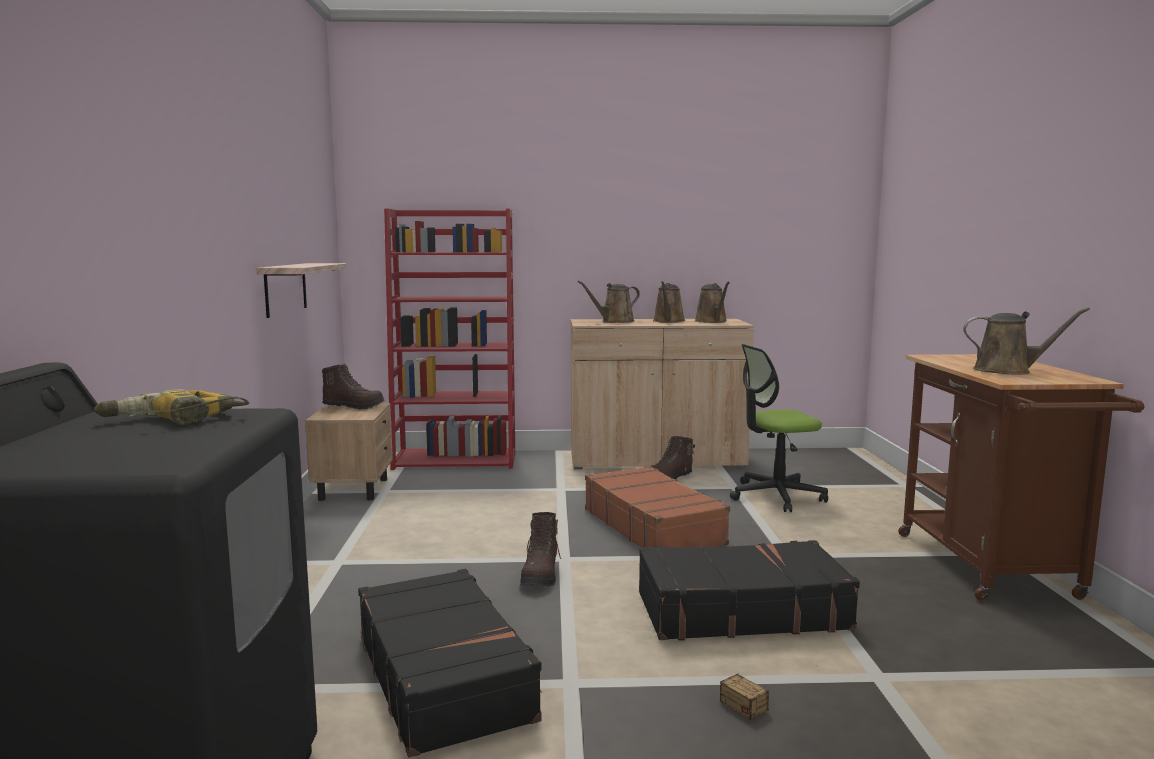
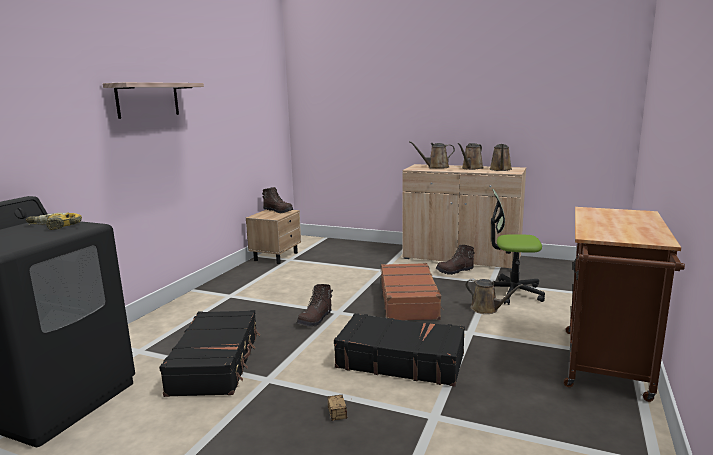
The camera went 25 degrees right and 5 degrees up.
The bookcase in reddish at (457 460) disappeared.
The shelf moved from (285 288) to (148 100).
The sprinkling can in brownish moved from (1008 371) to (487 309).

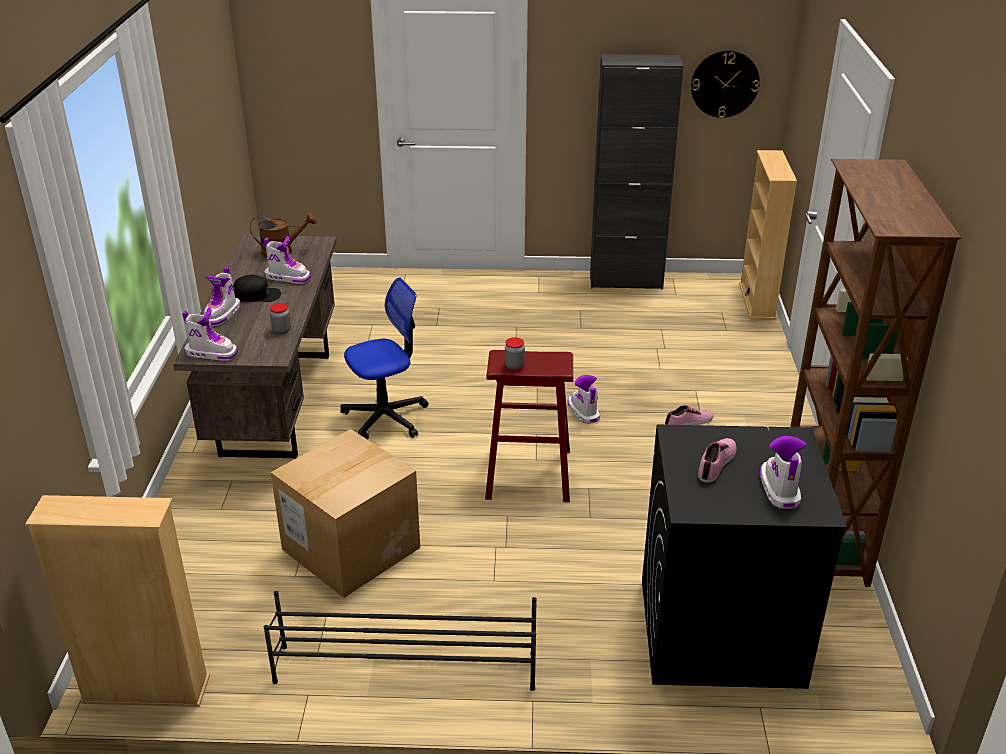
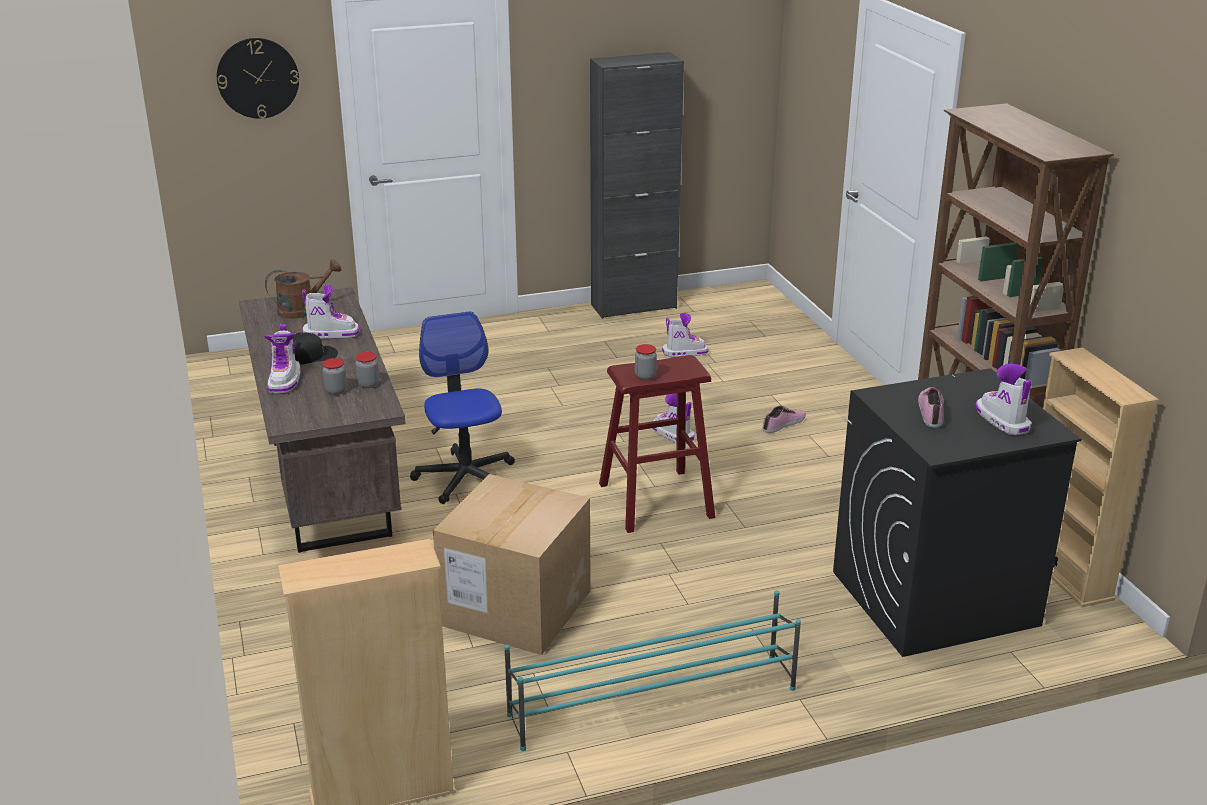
The camera went 20 degrees left and 5 degrees down.
The jar at (336 391) appeared.
The tall boot moved from (211 353) to (684 352).
The hanging clock moved from (724 84) to (258 78).
The bookcase in sand-coloured moved from (756 301) to (1064 572).
The shoe stand in black at (404 667) became the shoe stand in turquoise-coloured at (651 701).
The desk chair at (386 417) turned 60 degrees counterclockwise.

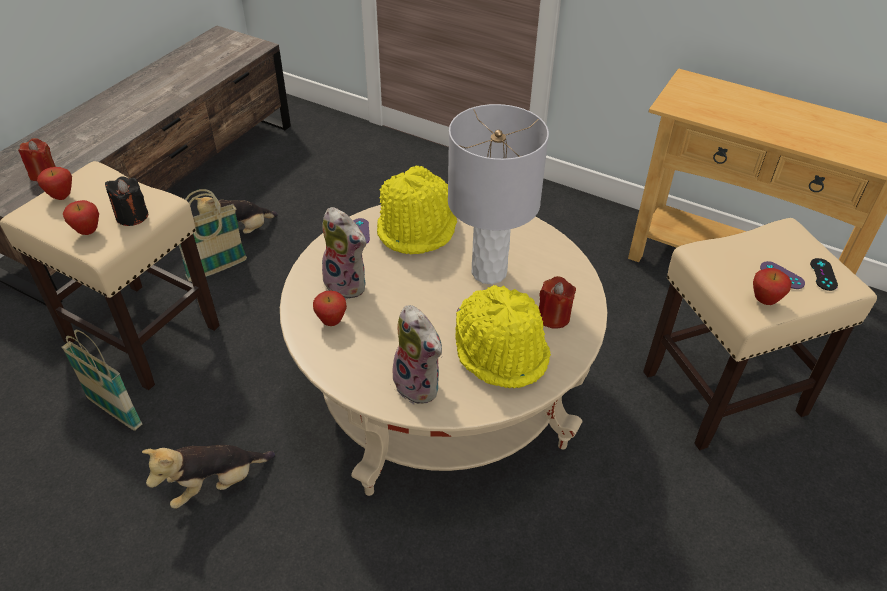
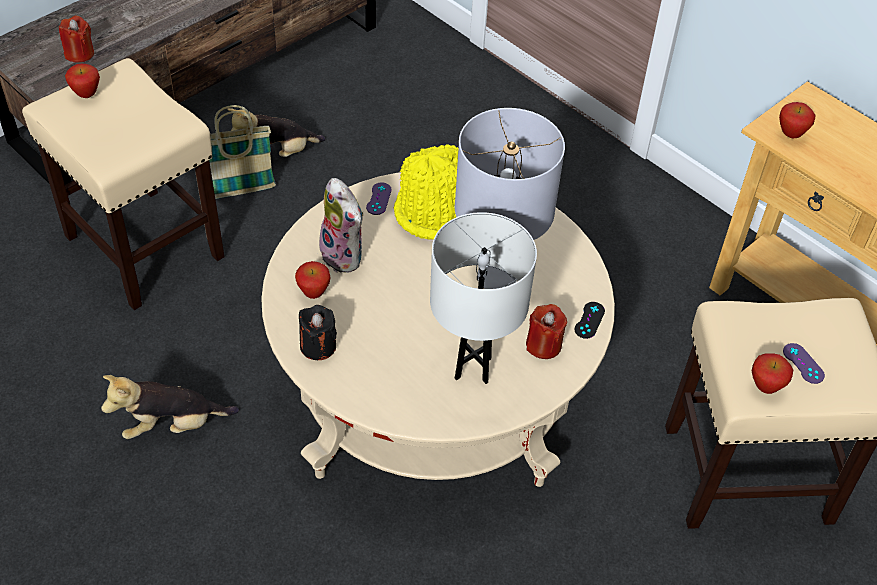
The camera went 15 degrees right and 5 degrees up.
The household basket at (115 412) disappeared.
The plush toy at (420 385) disappeared.
The apple fruit moved from (88 232) to (790 135).
The wax candle in black moved from (132 216) to (318 346).
The game controller in black moved from (823 274) to (589 320).
The wearable hat in yellow at (501 351) was replaced by the table lamp in whitish at (473 368).

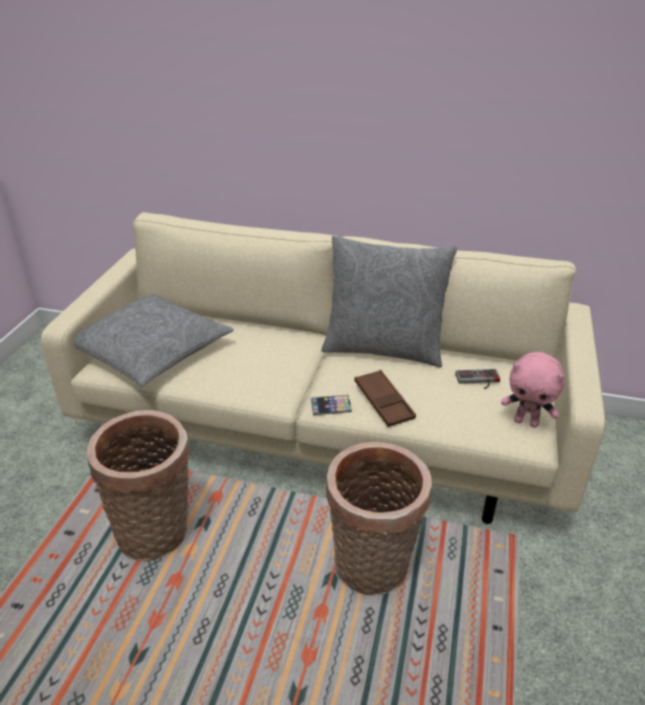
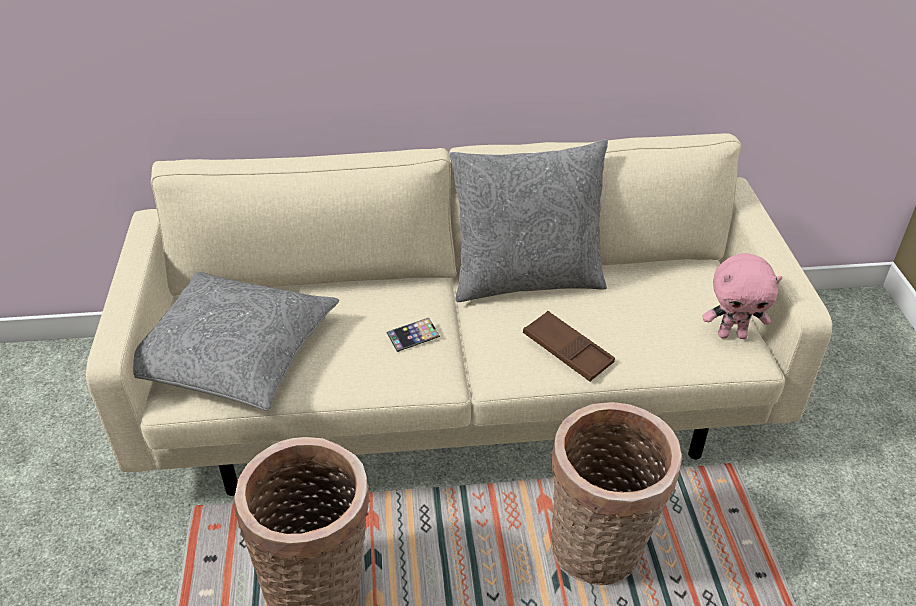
The camera went 20 degrees left and 5 degrees up.
The game controller at (478 381) disappeared.
The telephone moved from (331 407) to (413 337).

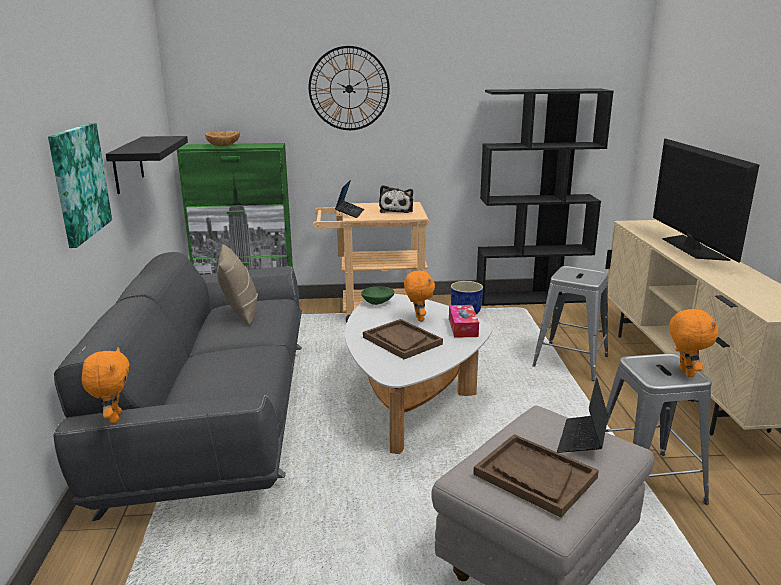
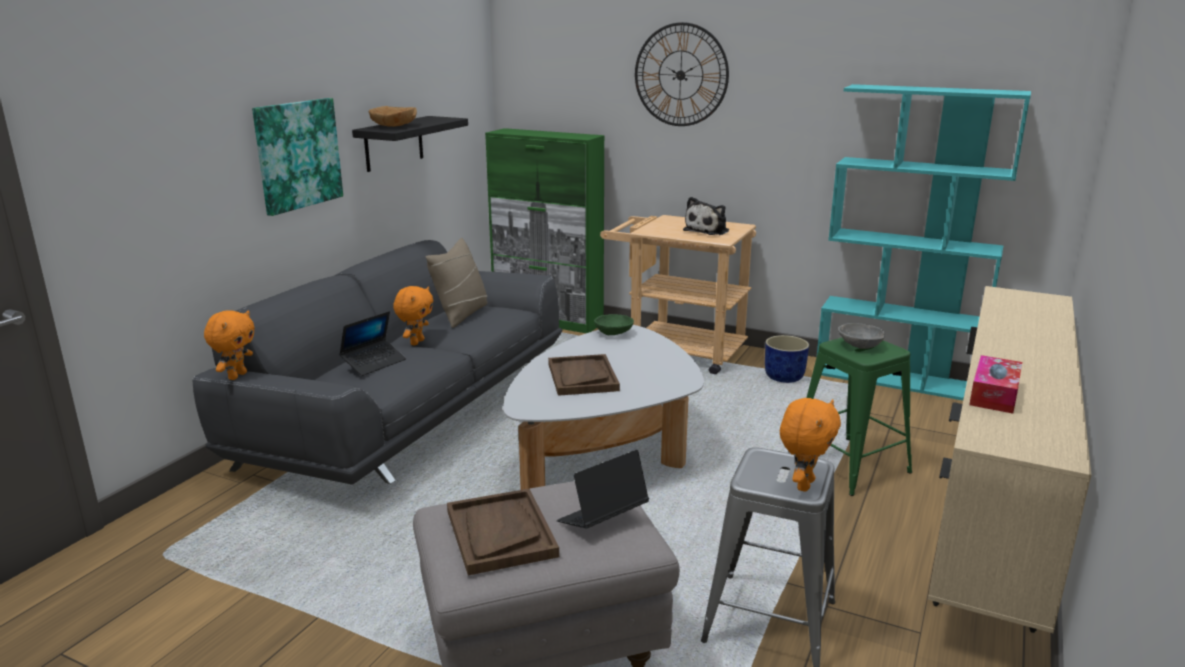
The camera went 30 degrees right and 0 degrees up.
The TV at (692 248) disappeared.
The bowl in gray at (859 346) appeared.
The bowl in brownish moved from (223 145) to (394 126).
The portable computer moved from (349 213) to (374 363).
The plush toy in orange moved from (418 319) to (416 342).
The box of tissues moved from (463 327) to (994 394).
The bookcase in black at (532 298) became the bookcase in turquoise-coloured at (896 379).
The stool seat in gray at (570 361) became the stool seat in green at (849 465).

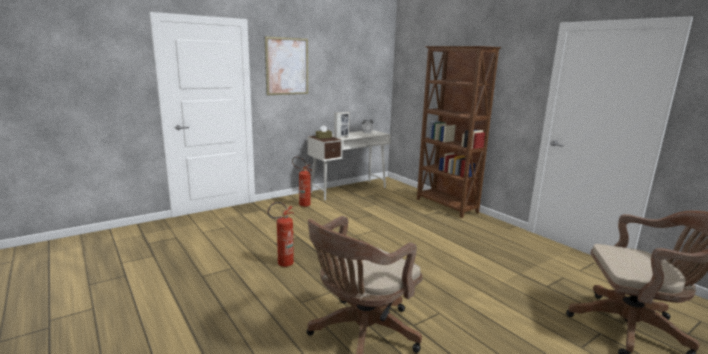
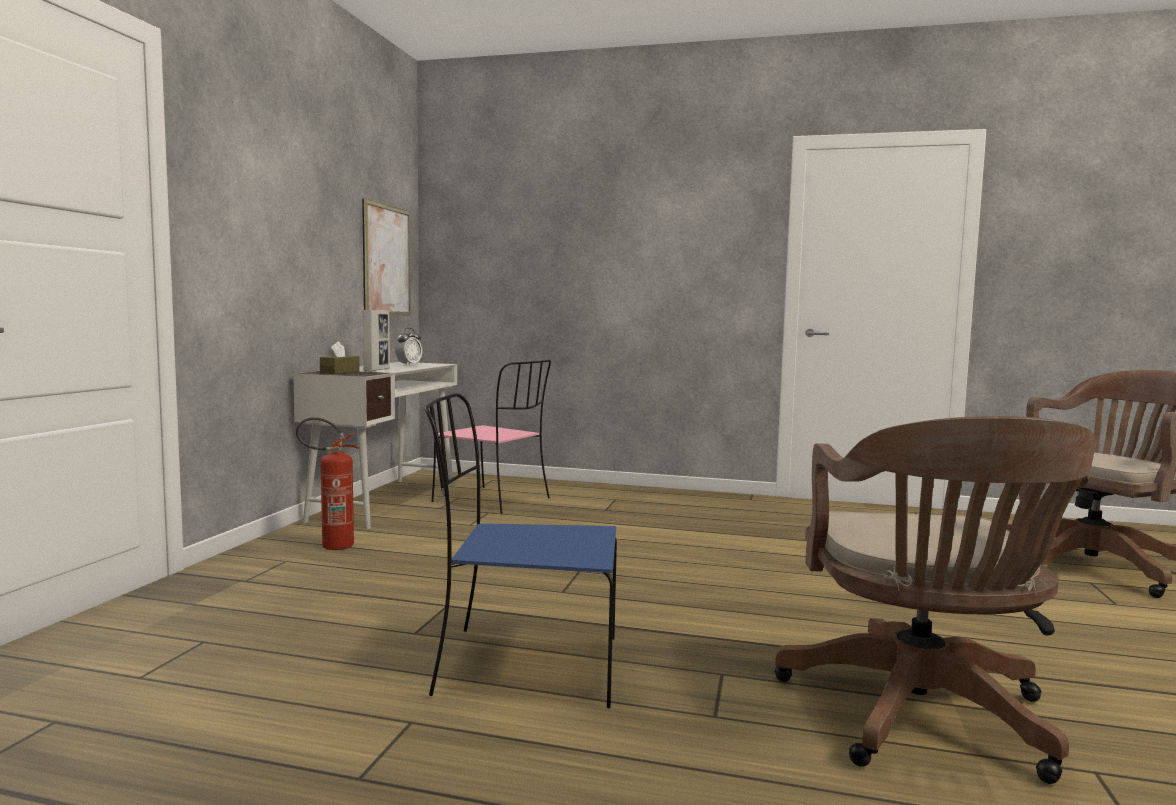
The camera went 40 degrees left and 10 degrees down.
The bookcase in brownish at (446 206) disappeared.
The plain chair in pinkish at (494 501) appeared.
The picture moved from (287 66) to (387 260).
The extinguisher at (282 264) was replaced by the plain chair in bluish at (523 666).

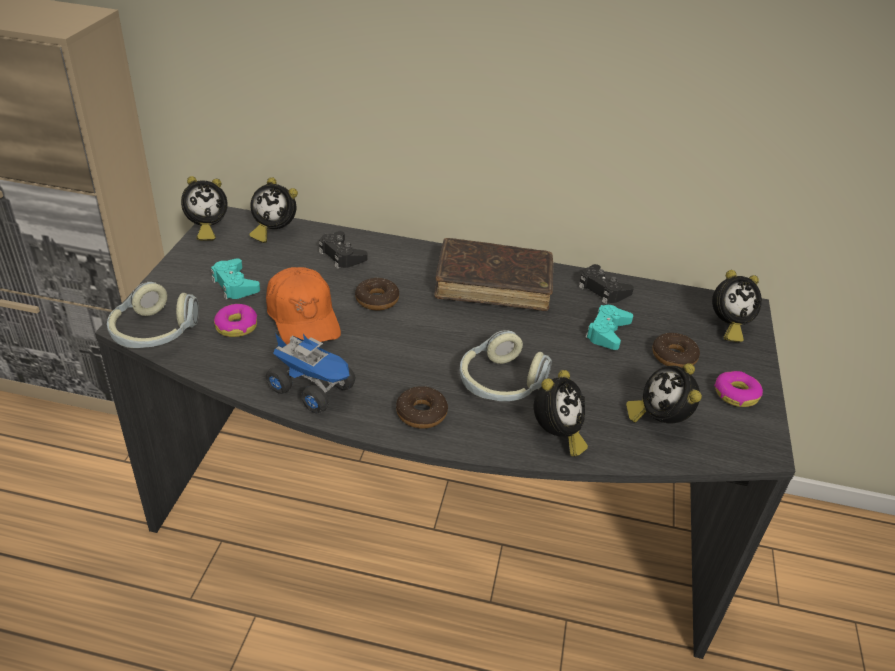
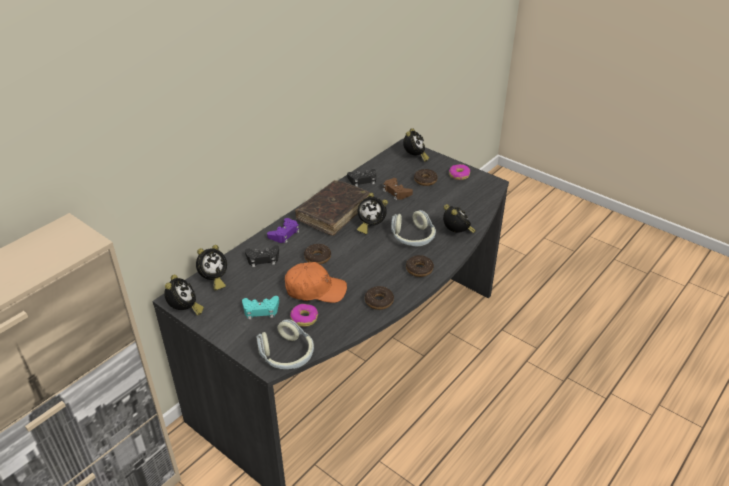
The camera went 60 degrees left and 0 degrees up.
The game controller in purple-coloured at (284 234) appeared.
The alarm clock moved from (659 420) to (370 226).
The model truck at (313 389) was replaced by the ring doughnut at (379 301).
The game controller in turquoise-coloured at (607 332) became the game controller in brownish at (396 192).

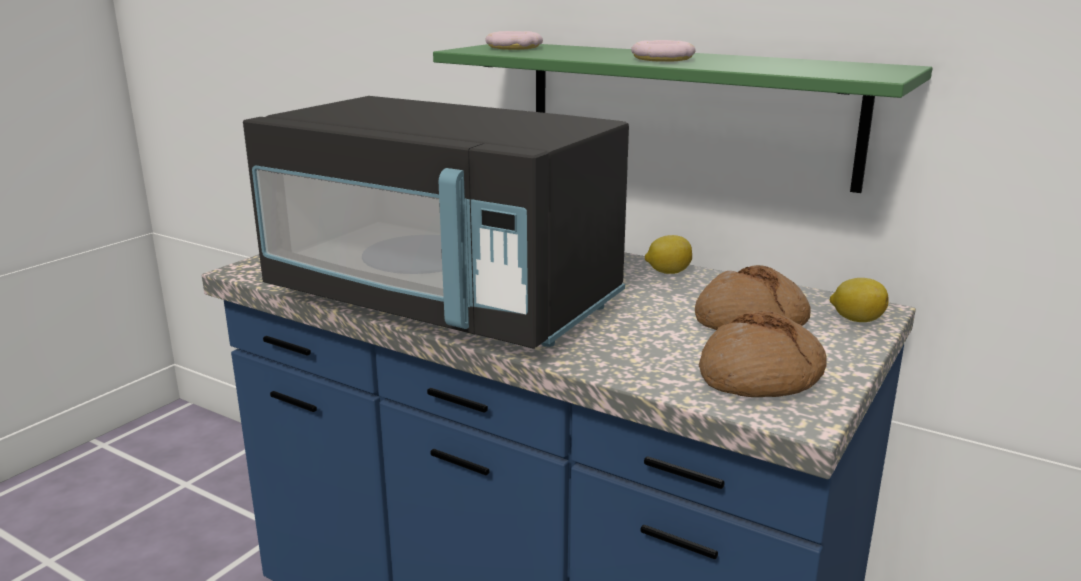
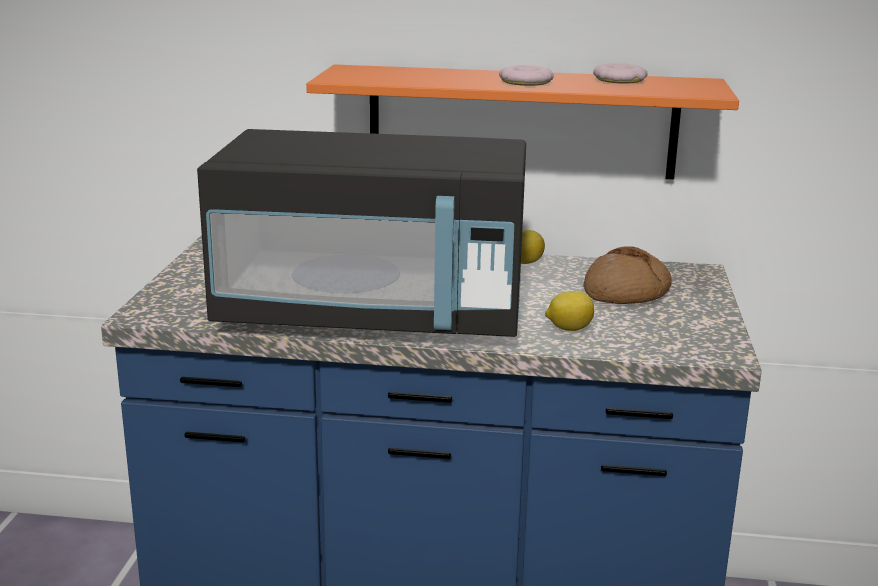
The camera went 25 degrees left and 0 degrees up.
The bread at (760 377) disappeared.
The ring doughnut moved from (514 47) to (619 80).
The lemon moved from (856 319) to (568 329).
The shelf in green at (687 112) became the shelf in orange at (522 122).

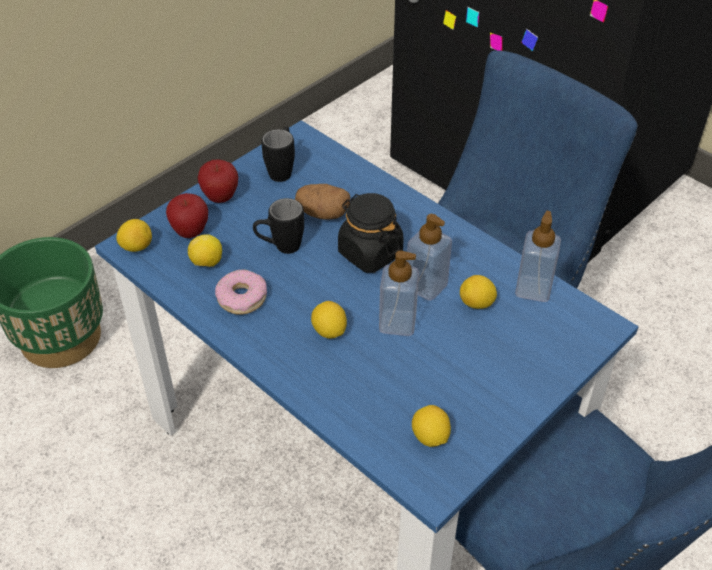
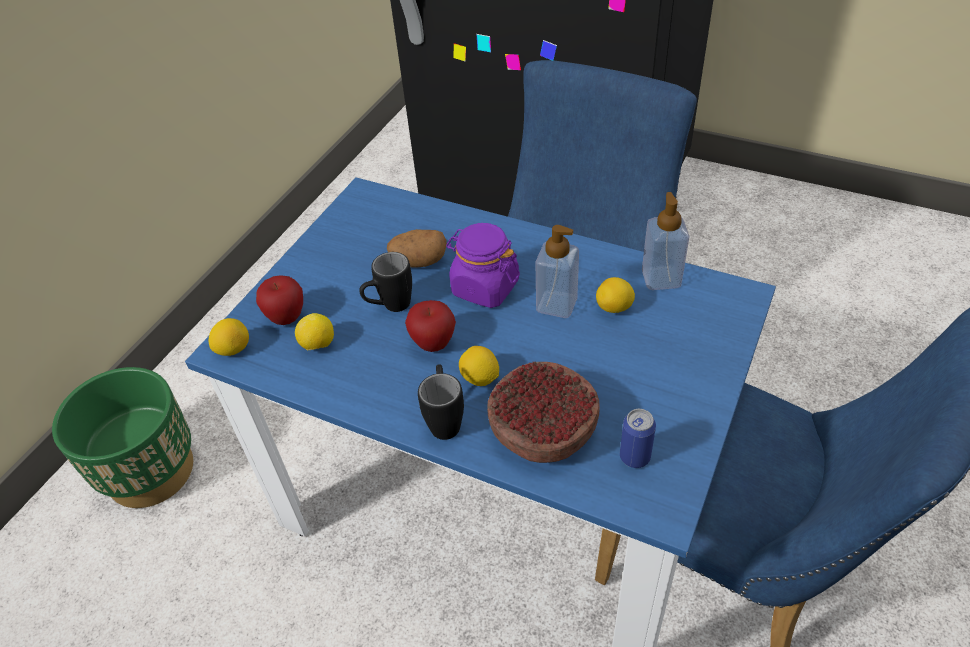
The camera went 15 degrees left and 0 degrees up.
The ring doughnut at (242 298) disappeared.
The soap bottle at (397 323) disappeared.
The bowl at (543 428) appeared.
The apple fruit moved from (220 197) to (433 343).
The tea mug in black moved from (282 169) to (445 419).
The lemon at (430 437) was replaced by the sealed can at (634 457).
The jar in black at (370 253) became the jar in purple-coloured at (484 287).

